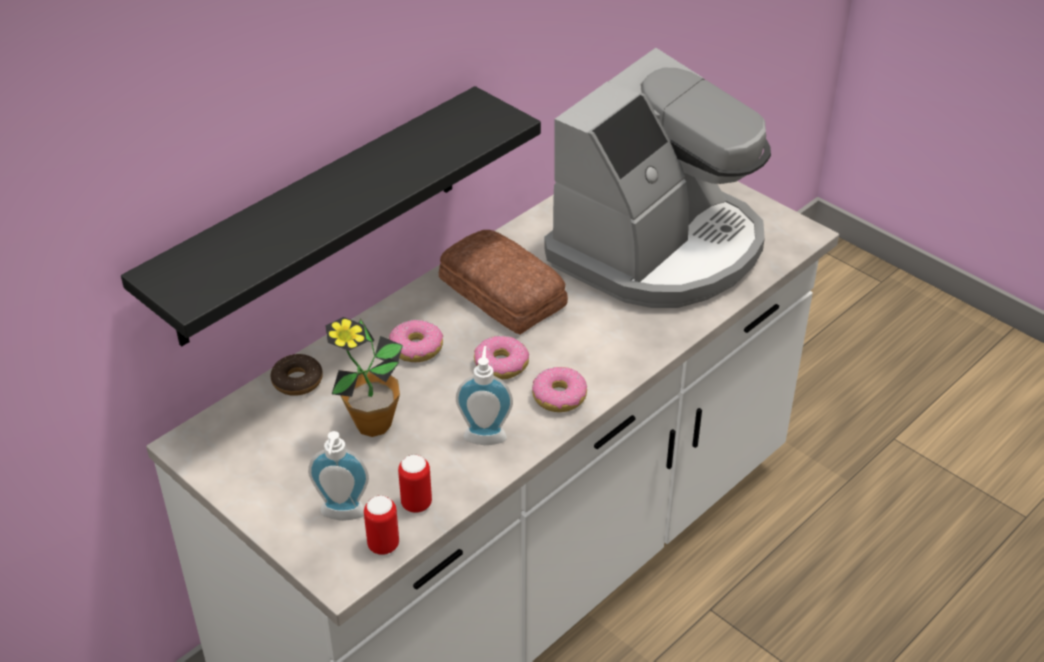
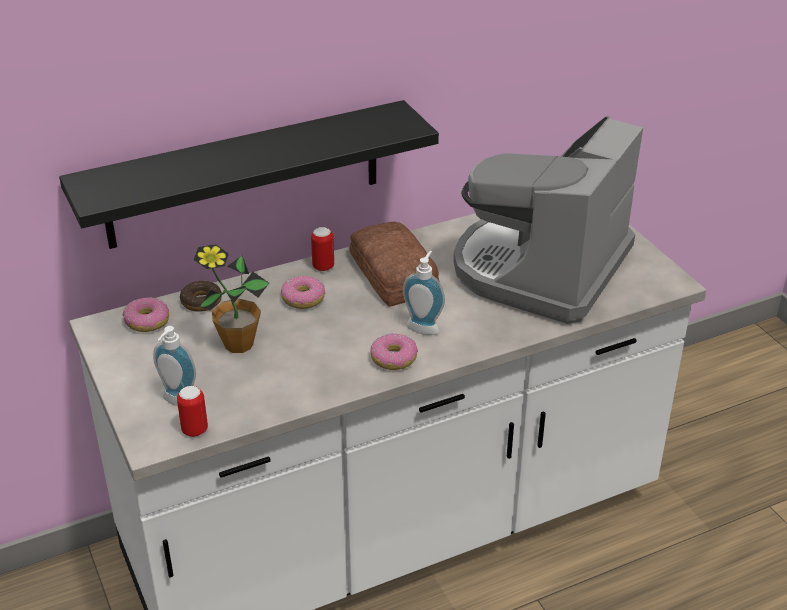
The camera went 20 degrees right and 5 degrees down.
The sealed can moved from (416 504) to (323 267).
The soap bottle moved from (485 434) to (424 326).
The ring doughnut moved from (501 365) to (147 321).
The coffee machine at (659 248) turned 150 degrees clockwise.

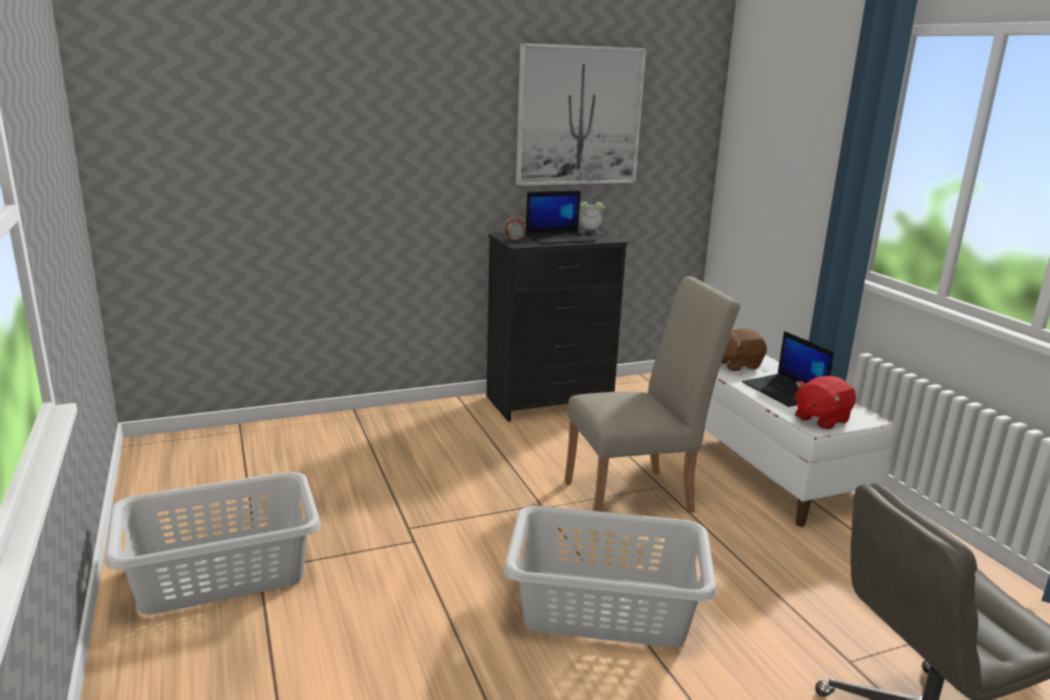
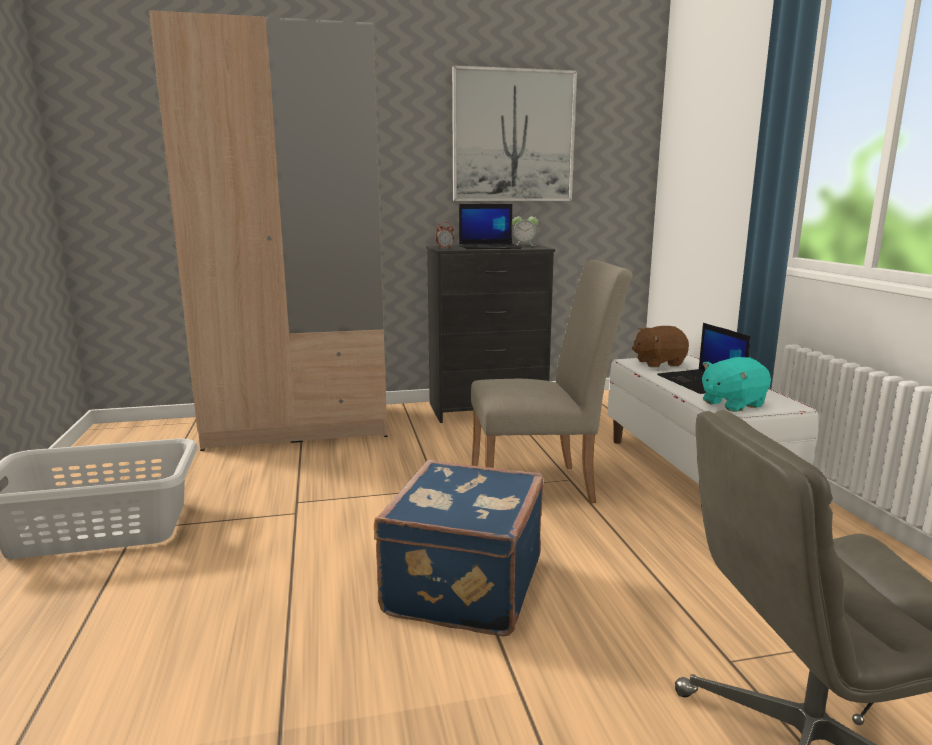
The camera went 10 degrees right and 5 degrees down.
The wardrobe in sand-coloured at (298 426) appeared.
The laundry basket in gray at (606 609) was replaced by the suitcase in bluish at (461 585).
The plush toy in reddish at (820 419) became the plush toy in turquoise-coloured at (732 404).

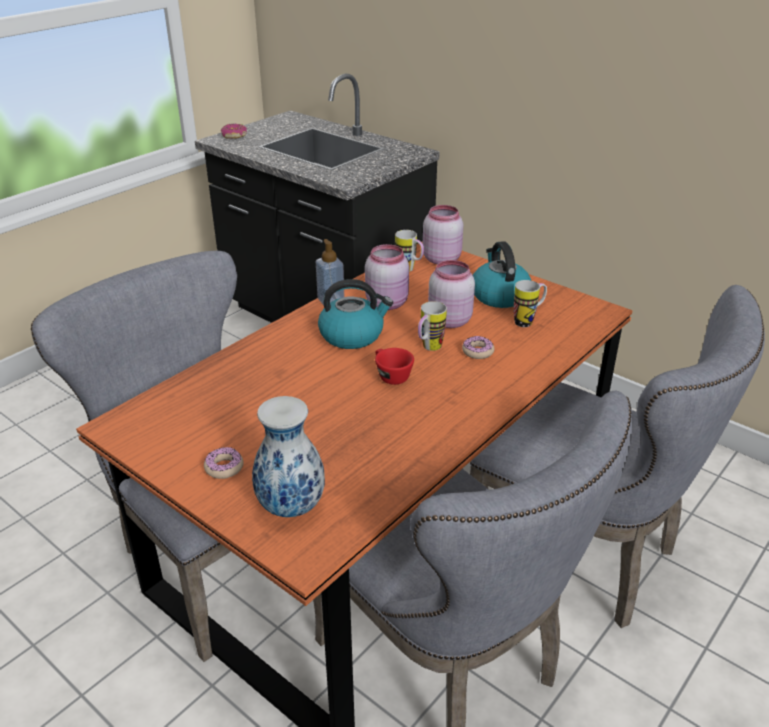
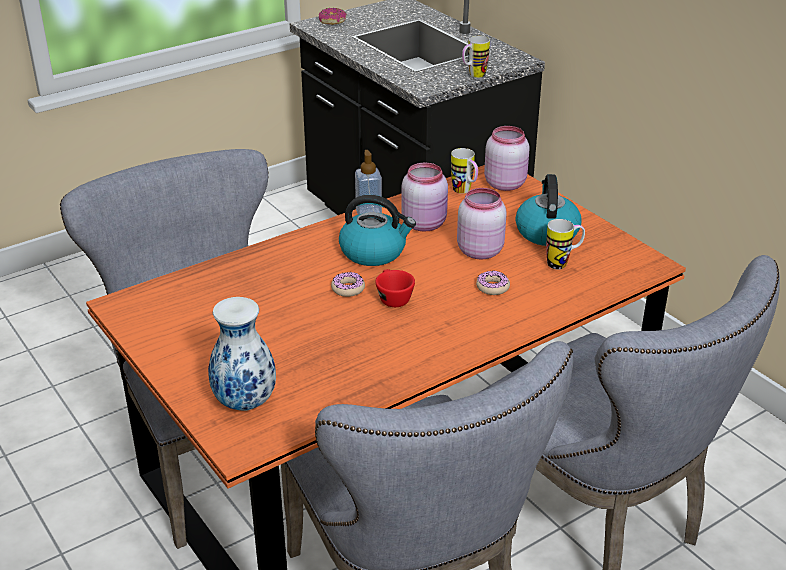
The camera went 15 degrees right and 0 degrees up.
The ring doughnut moved from (224 467) to (348 289).
The tea mug moved from (428 348) to (473 76).

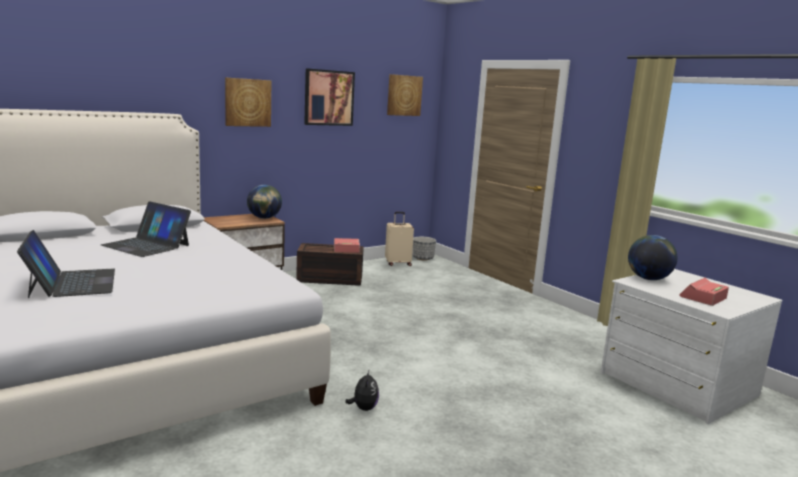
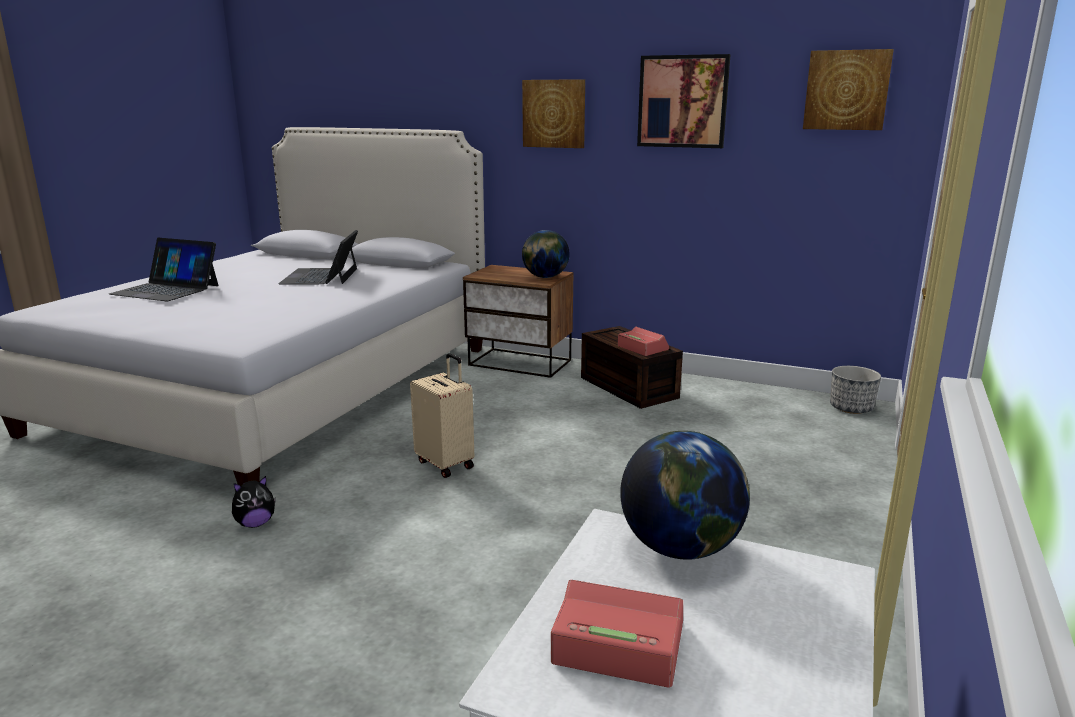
The camera went 60 degrees right and 5 degrees up.
The suitcase in sand-coloured moved from (398 263) to (446 464).
The portable computer at (72 283) turned 75 degrees clockwise.

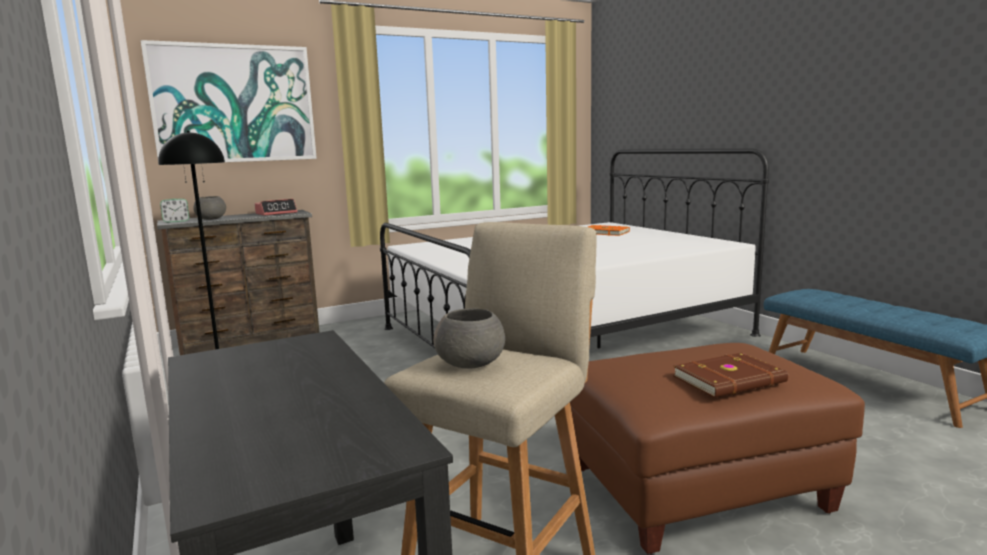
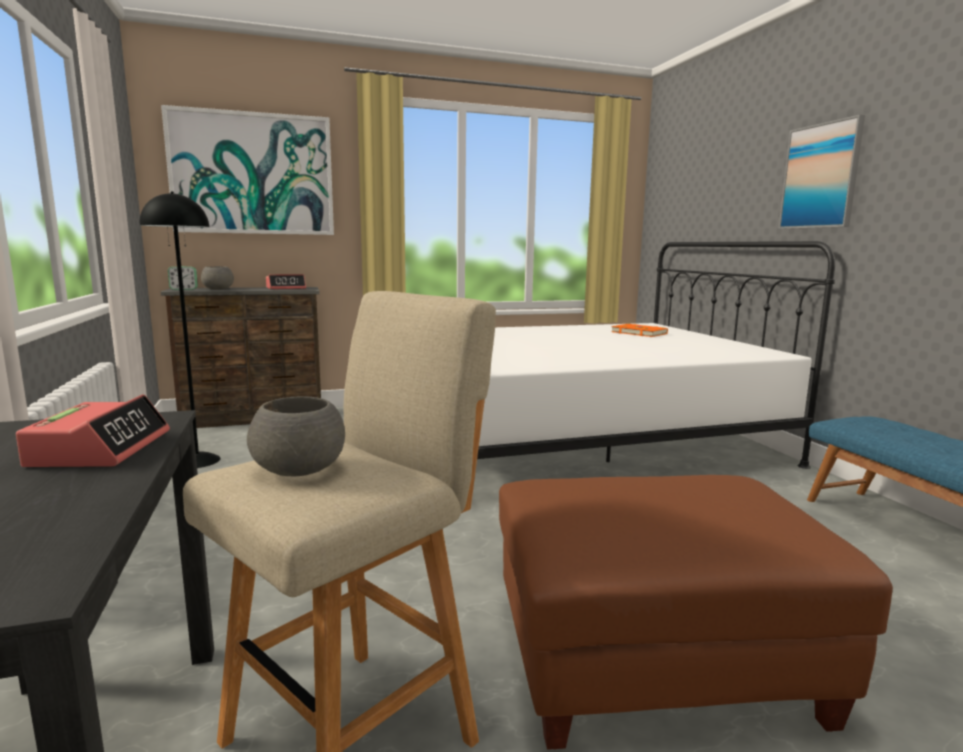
The camera went 10 degrees right and 0 degrees up.
The bound book in brownish at (730 380) disappeared.
The alarm clock at (101 449) appeared.
The picture at (820 176) appeared.

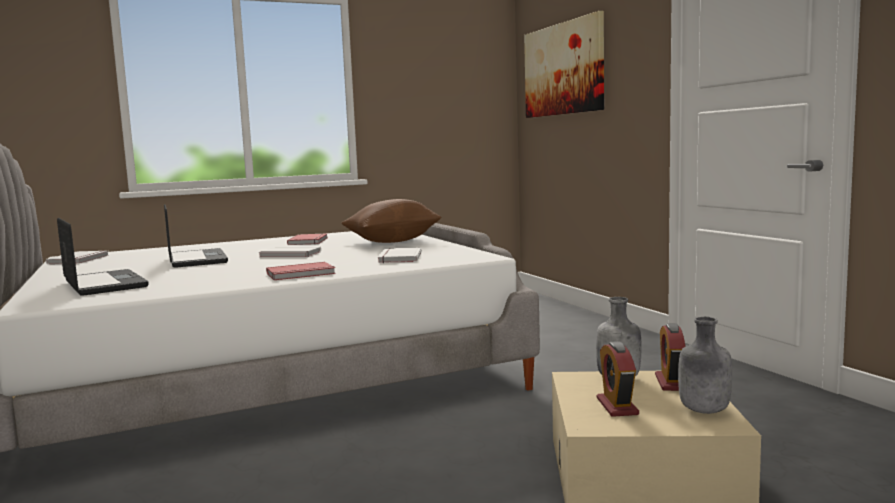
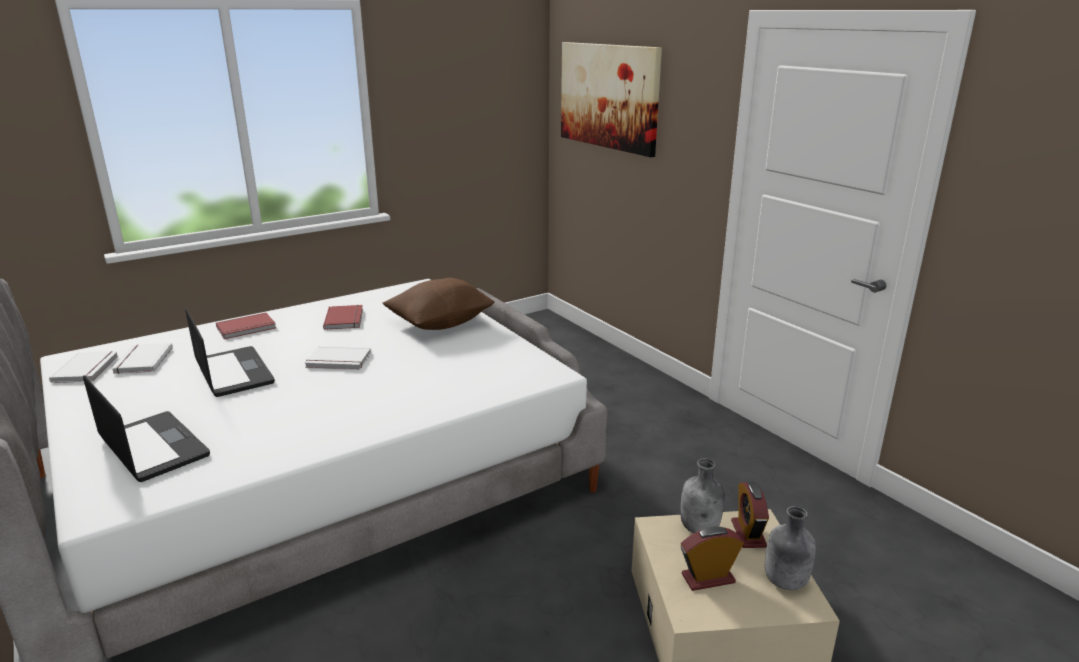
The camera went 10 degrees left and 15 degrees up.
The bound book in reddish moved from (301 274) to (247 328).
The bound book in whitish moved from (398 258) to (141 361).
The alarm clock at (617 406) turned 90 degrees clockwise.

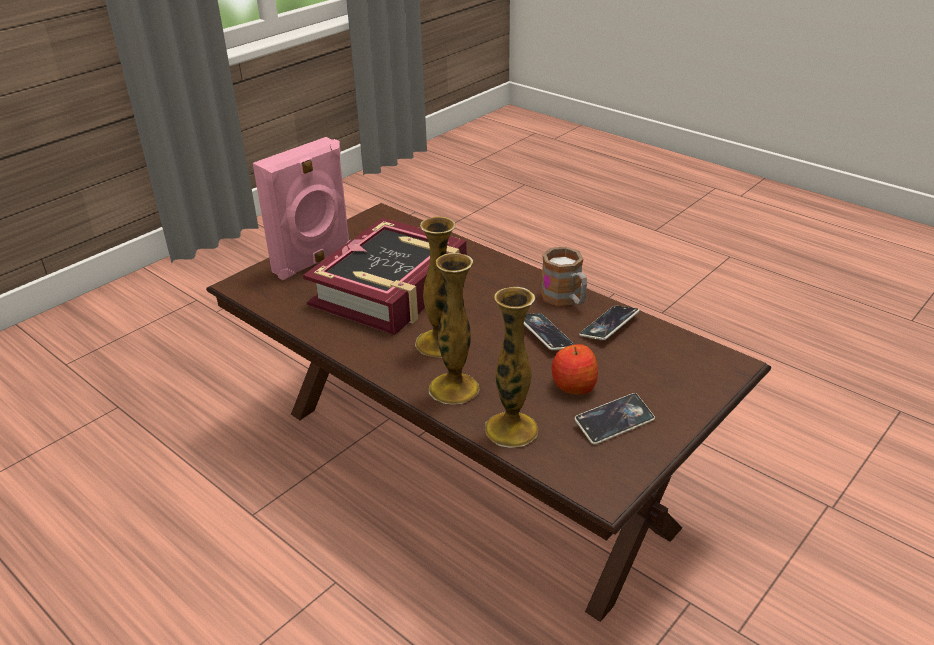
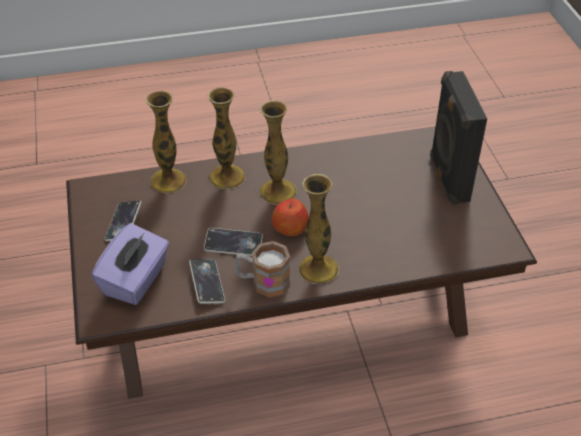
The camera went 125 degrees right and 10 degrees up.
The bound book at (391 288) disappeared.
The box of tissues in purple-coloured at (136 280) appeared.
The decorative vase at (318 269) appeared.
The apple fruit moved from (573 385) to (290 228).
The audio speaker in pinkish at (314 261) became the audio speaker in black at (447 178).

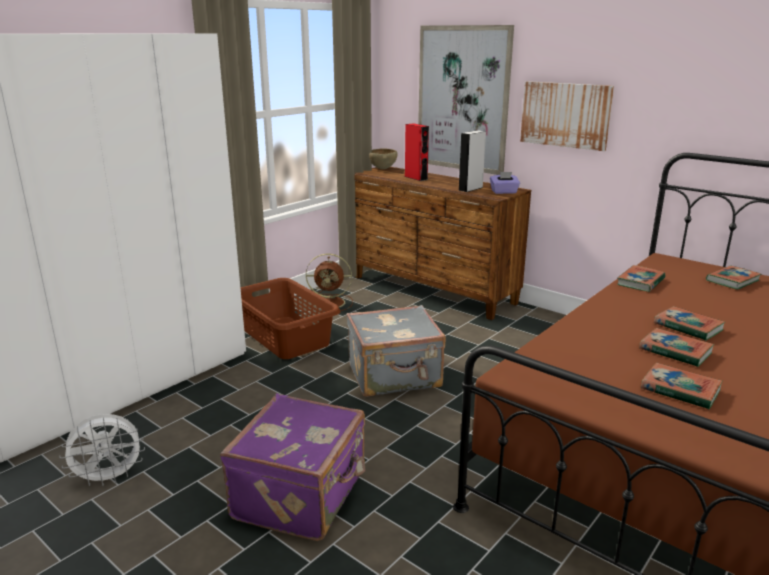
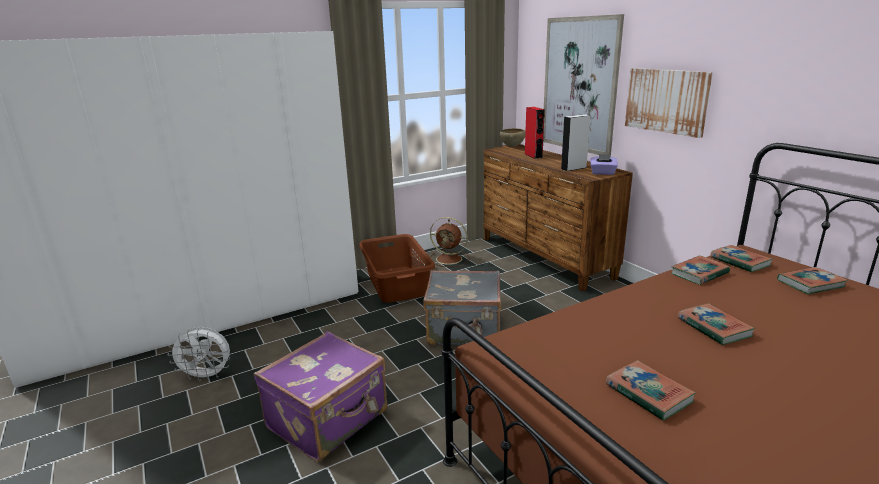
The camera went 20 degrees right and 0 degrees up.
The bound book moved from (675 351) to (739 261).

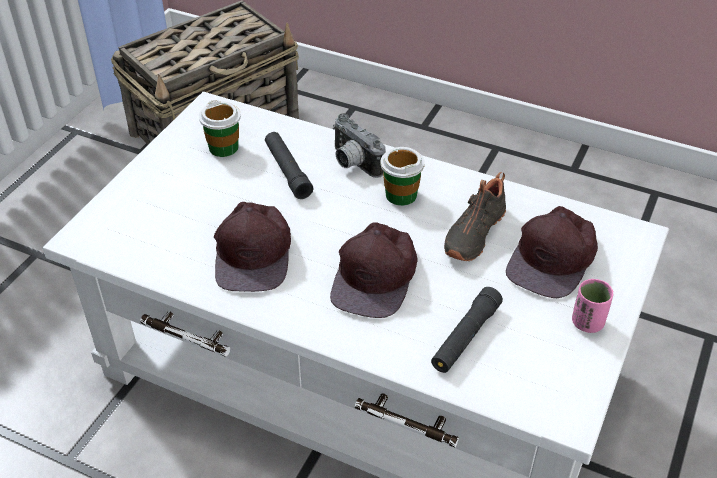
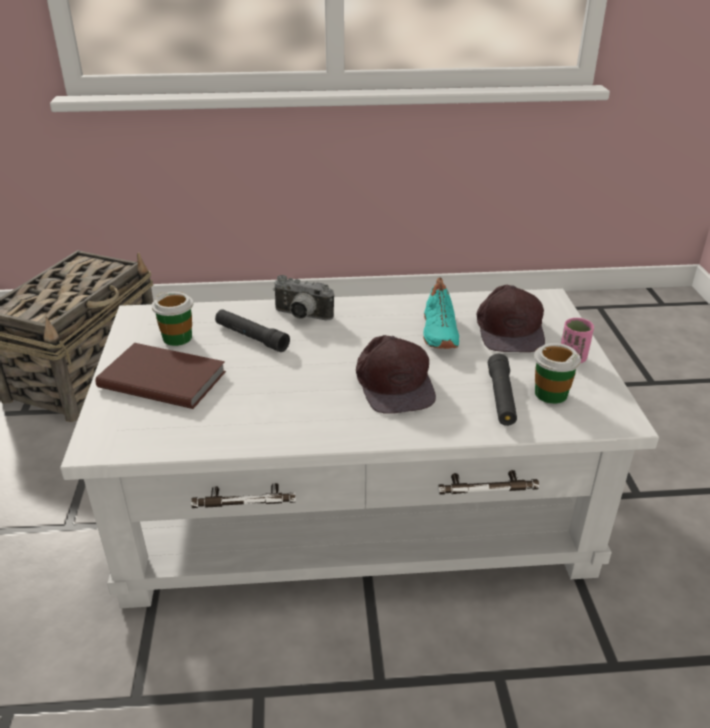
The camera went 30 degrees left and 10 degrees down.
The cap in brownish at (254 252) disappeared.
The bound book in brownish at (162 378) appeared.
The cup moved from (401 195) to (550 394).
The item of footwear in black at (472 232) became the item of footwear in turquoise-coloured at (438 331).

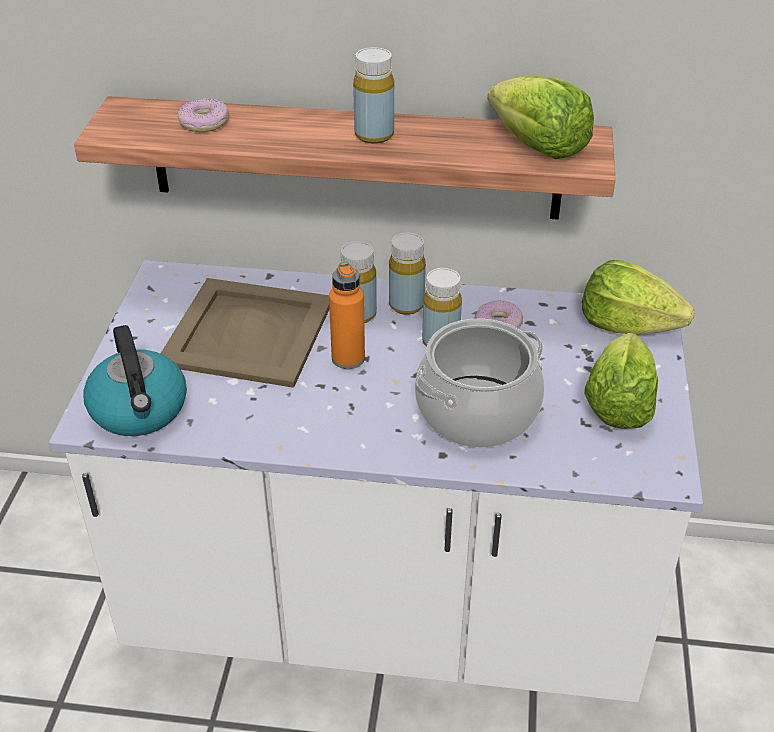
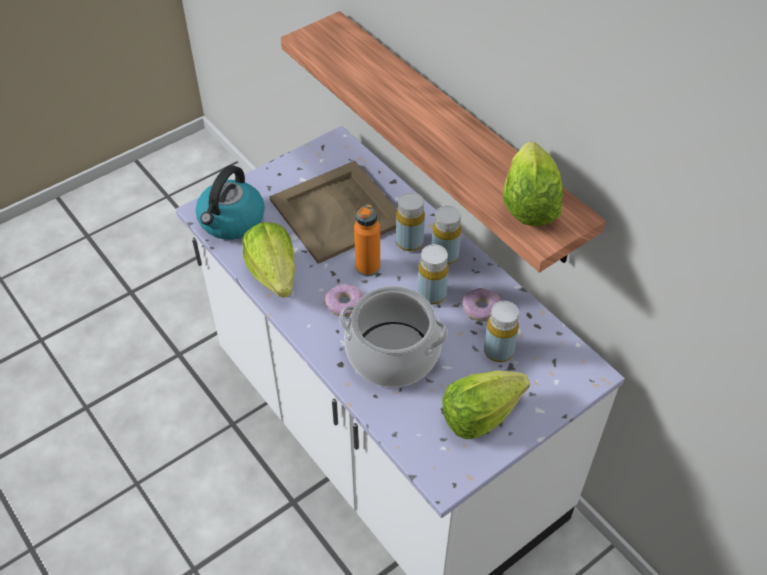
The camera went 45 degrees right and 10 degrees up.
The ring doughnut moved from (204 123) to (344 304).
The drink bottle in yellow moved from (374 135) to (498 351).
The lettuce moved from (627 325) to (274 274).

